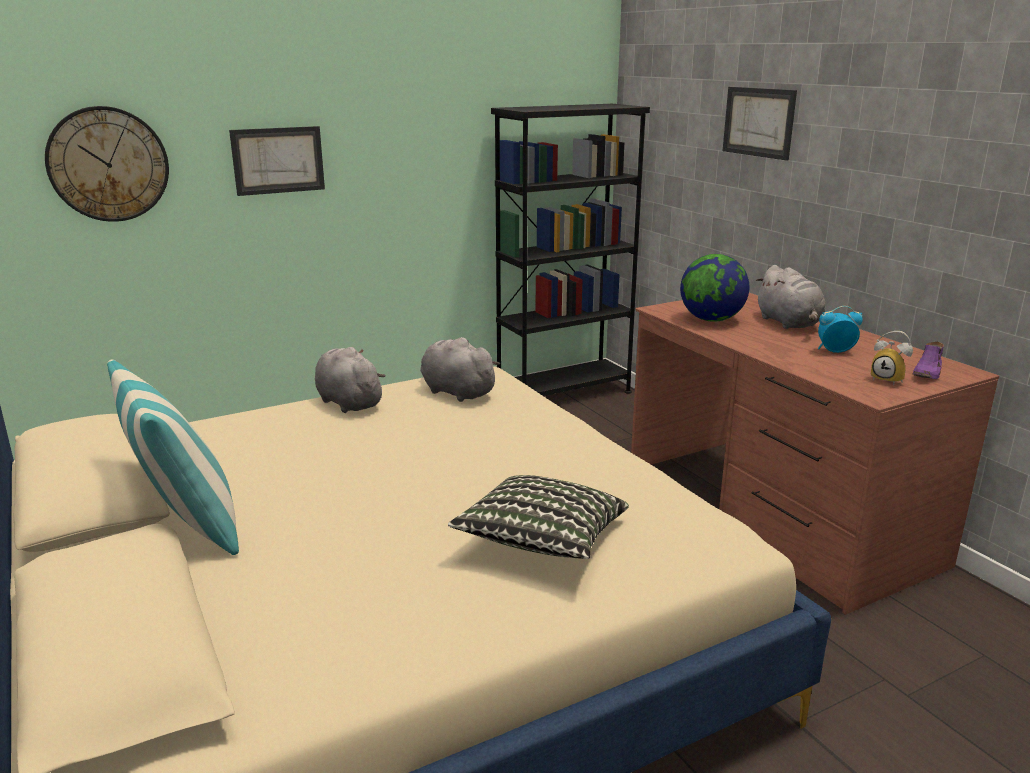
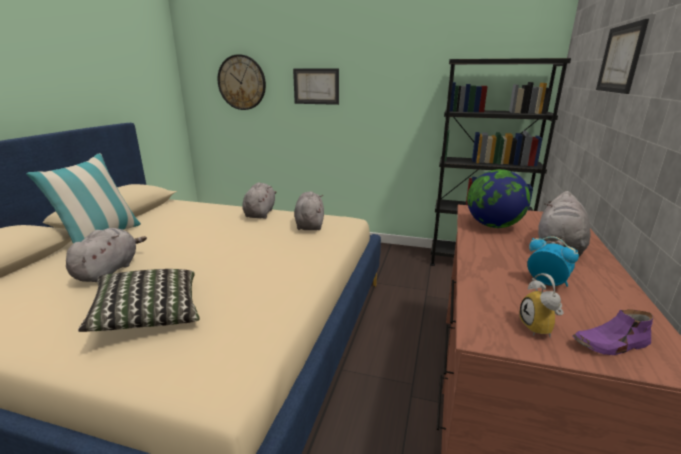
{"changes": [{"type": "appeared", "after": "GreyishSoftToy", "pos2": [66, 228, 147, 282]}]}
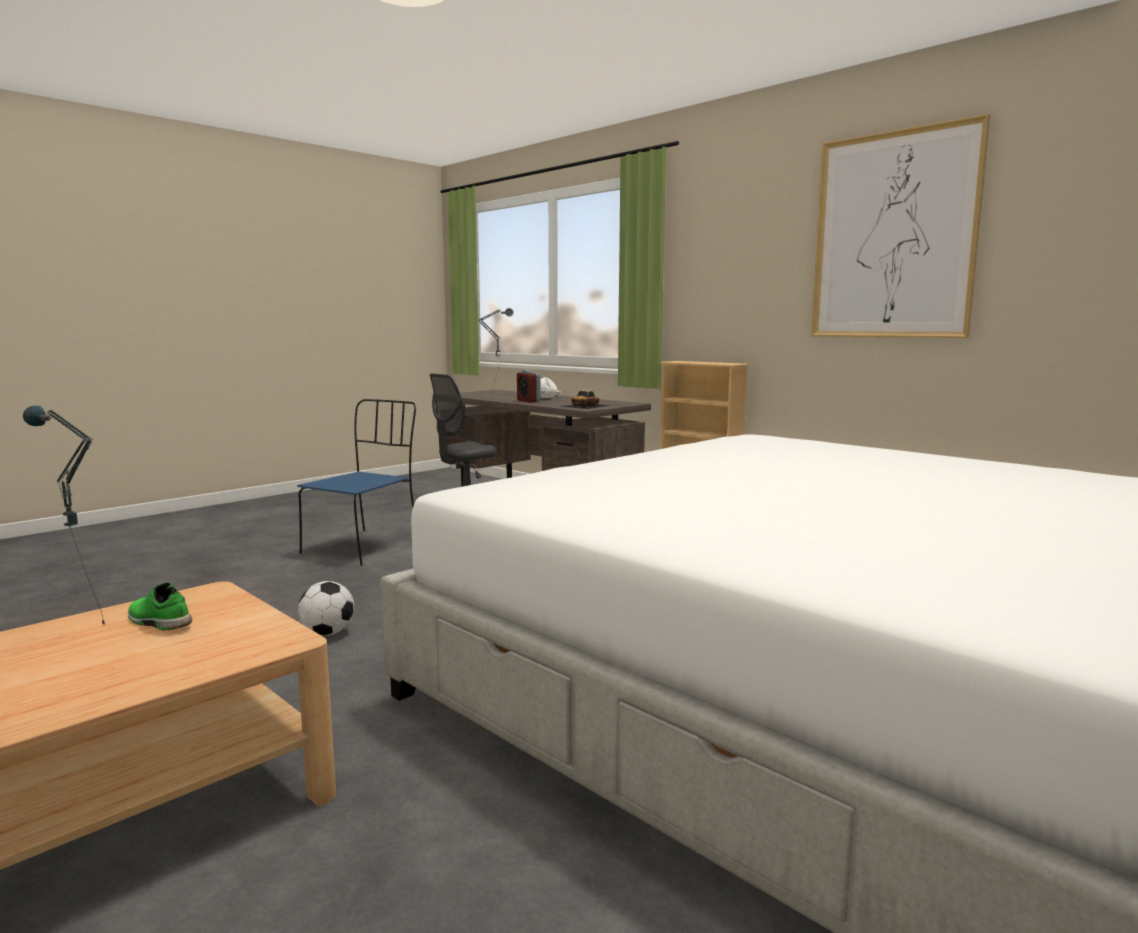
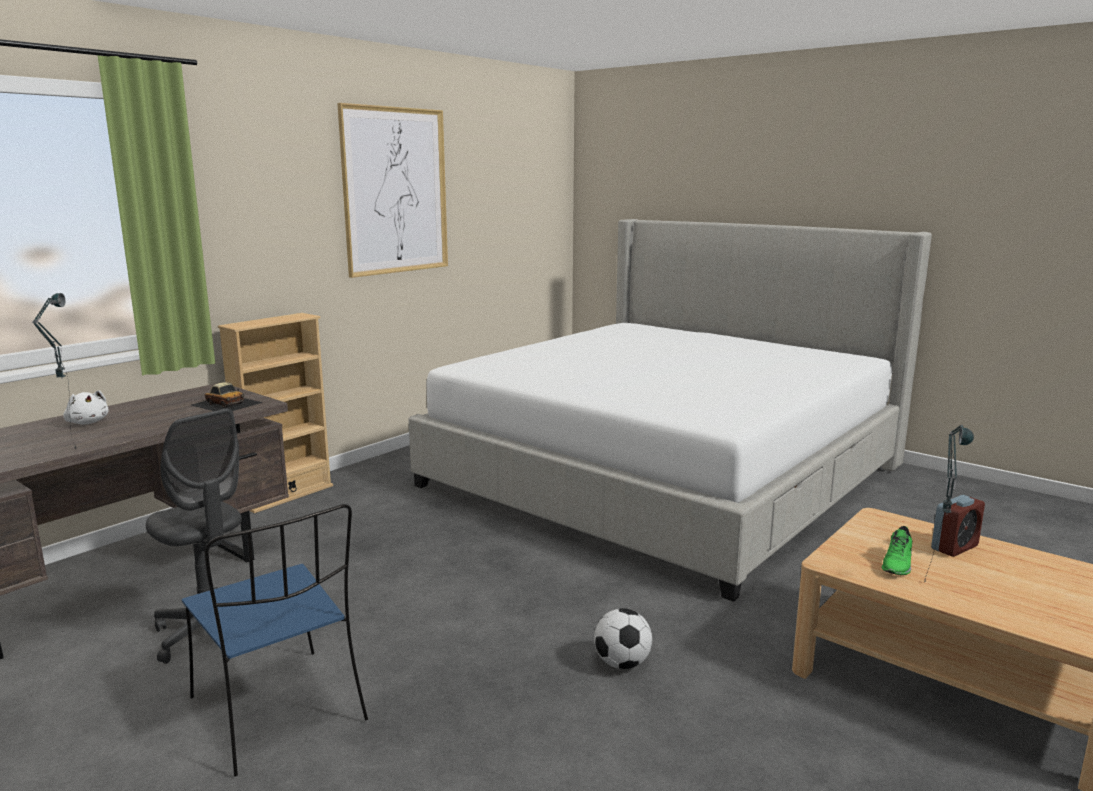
{"changes": [{"type": "spun", "before": "BluishChair", "pos1": [297, 399, 416, 566], "pos2": [182, 504, 368, 776], "turn": -150}, {"type": "relocated", "before": "TableClock", "pos1": [517, 370, 541, 403], "pos2": [931, 495, 985, 557]}]}
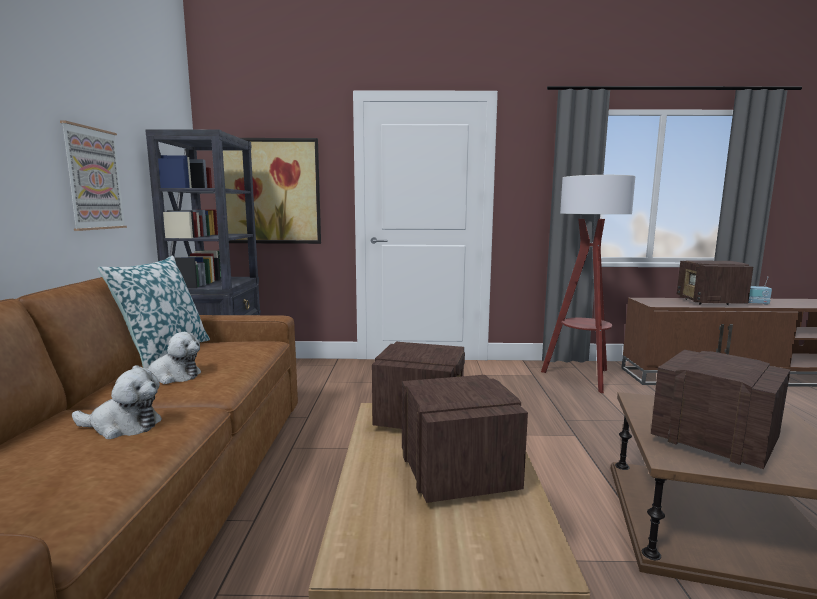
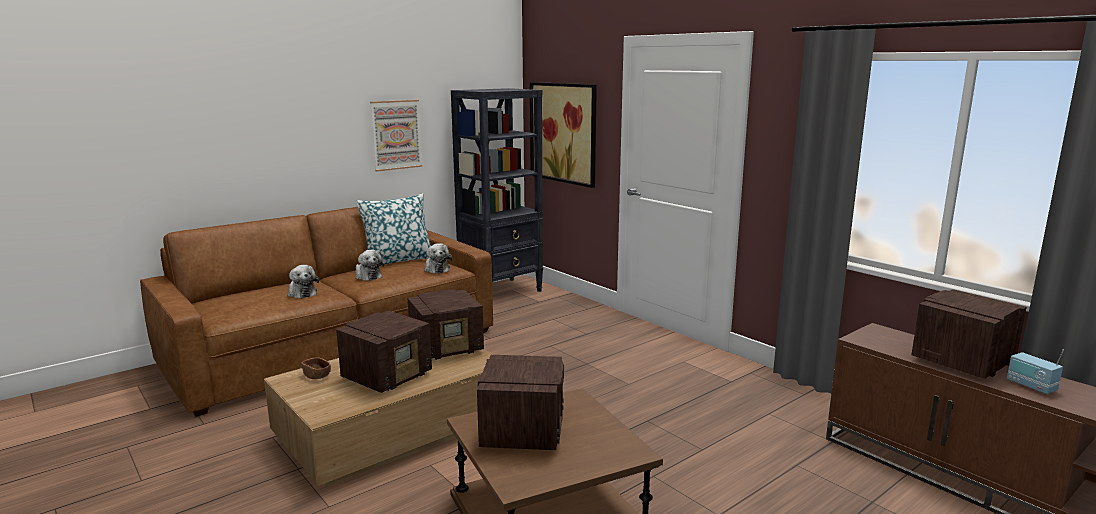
{"changes": [{"type": "appeared", "after": "BrownDeepDish", "pos2": [301, 357, 331, 379]}, {"type": "appeared", "after": "SoftToy", "pos2": [424, 243, 452, 274]}, {"type": "missing", "before": "StandardLamp", "pos1": [541, 175, 635, 393]}]}
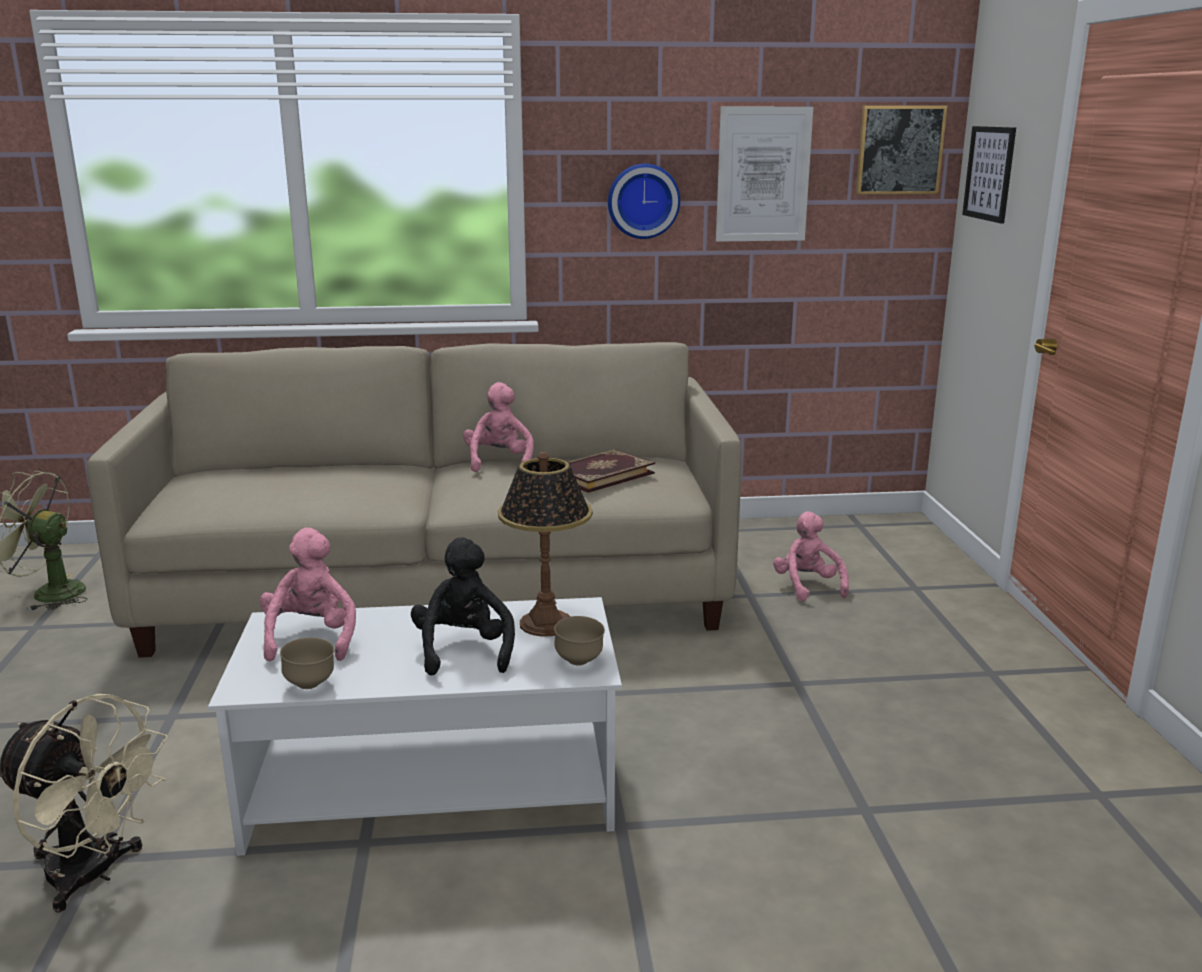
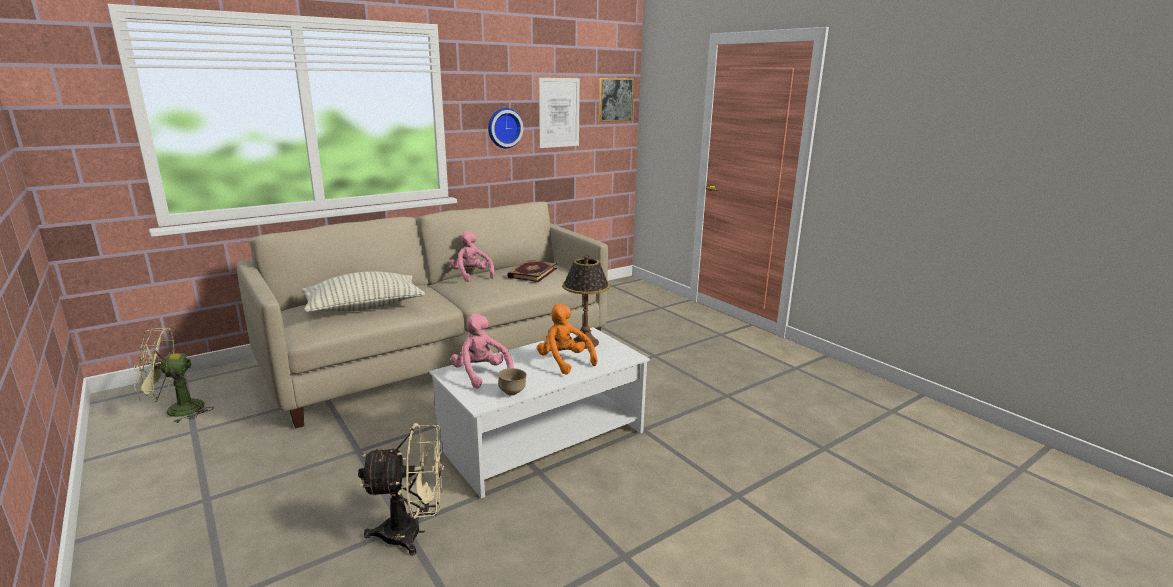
{"changes": [{"type": "appeared", "after": "ThrowPillow", "pos2": [302, 271, 425, 312]}, {"type": "colour", "before": "BlackishSoftToy", "after": "OrangeySoftToy", "pos1": [411, 537, 515, 676], "pos2": [537, 303, 597, 375]}, {"type": "missing", "before": "BrownDeepDish", "pos1": [554, 616, 605, 666]}, {"type": "missing", "before": "PinkishSoftToy", "pos1": [773, 511, 849, 601]}, {"type": "missing", "before": "Picture", "pos1": [962, 126, 1016, 223]}]}
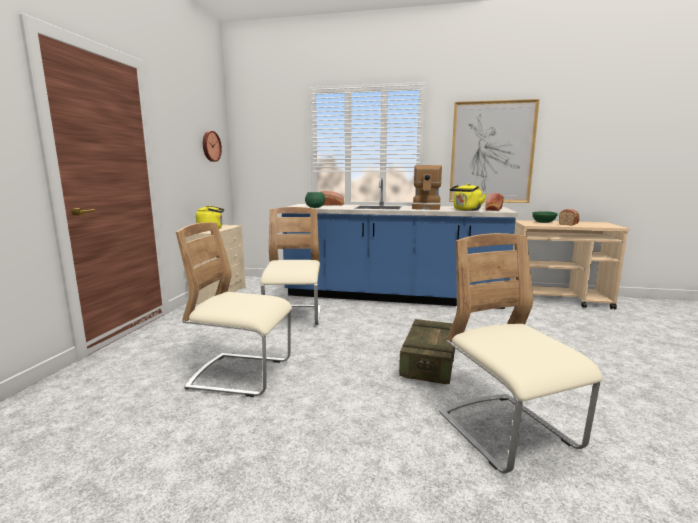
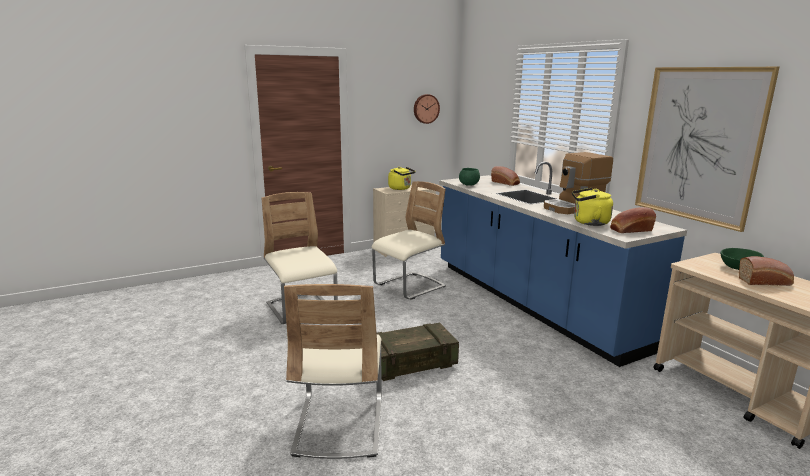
{"changes": [{"type": "spun", "before": "BeigeColouredChair", "pos1": [439, 233, 603, 474], "pos2": [284, 284, 381, 459], "turn": 150}]}
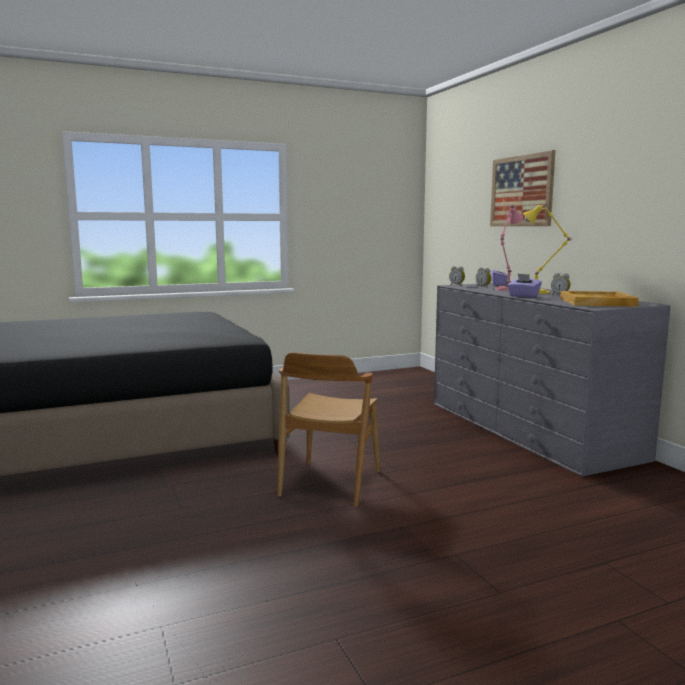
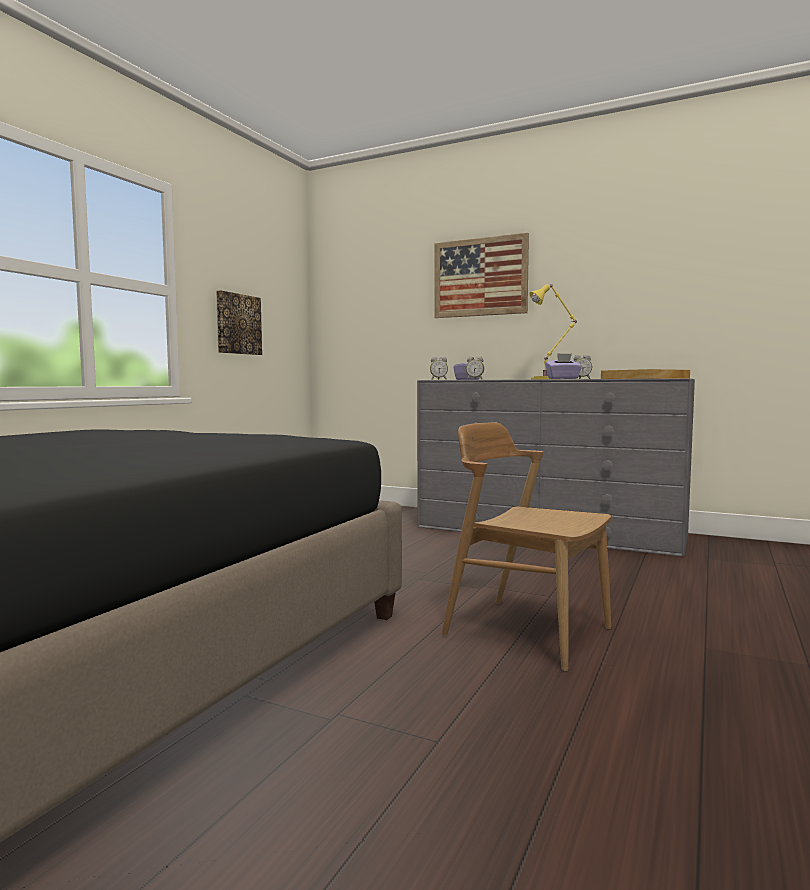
{"changes": [{"type": "appeared", "after": "Picture", "pos2": [216, 290, 262, 355]}, {"type": "spun", "before": "BrownChair", "pos1": [277, 352, 380, 507], "pos2": [442, 422, 611, 671], "turn": 150}, {"type": "missing", "before": "PinkishLampForATable", "pos1": [495, 205, 523, 291]}]}
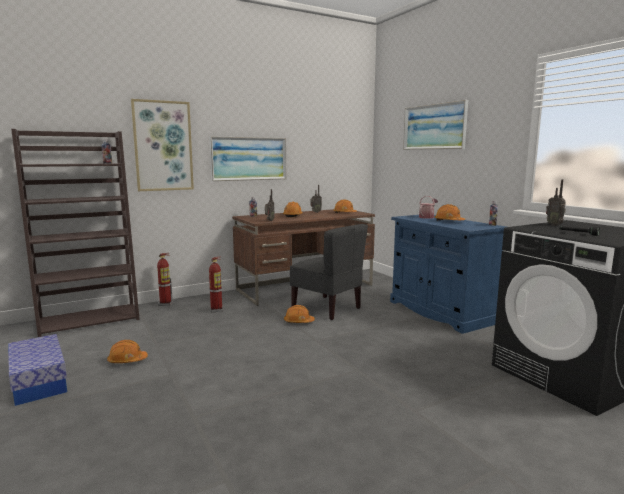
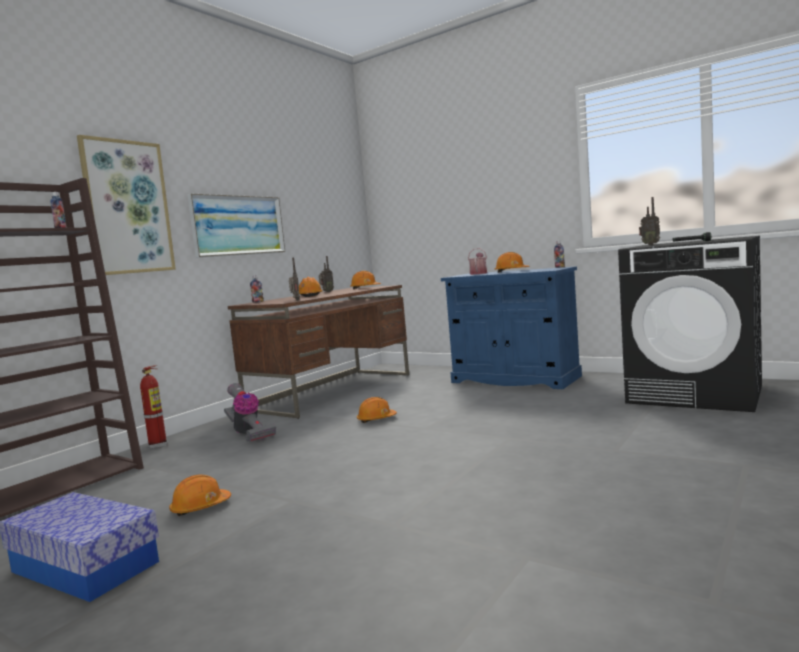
{"changes": [{"type": "exchanged", "before": "FireFightingCylinder", "after": "Vacuum", "pos1": [209, 257, 223, 312], "pos2": [224, 383, 276, 442]}, {"type": "missing", "before": "GreyishChair", "pos1": [290, 224, 368, 320]}, {"type": "missing", "before": "Picture", "pos1": [403, 100, 468, 150]}]}
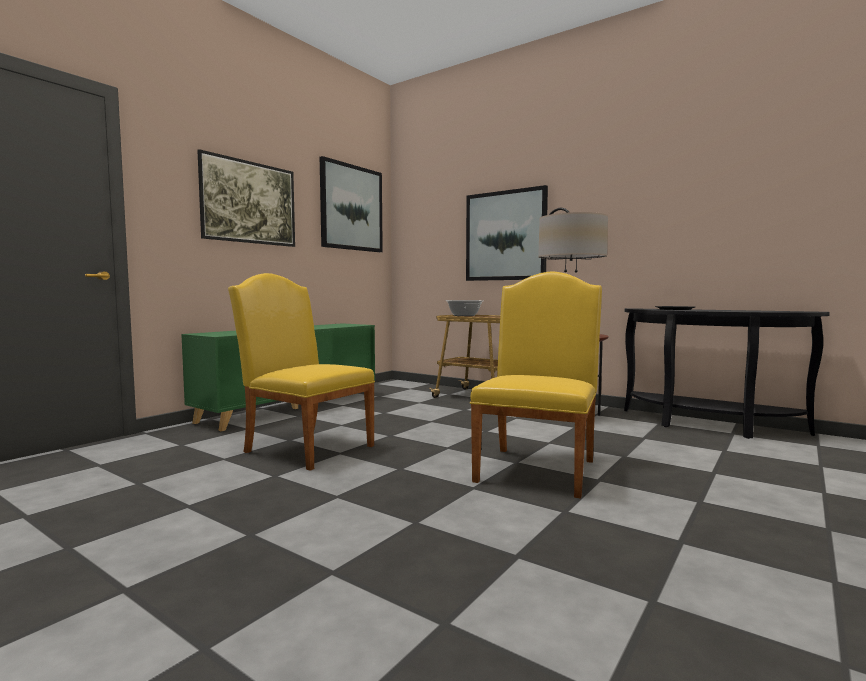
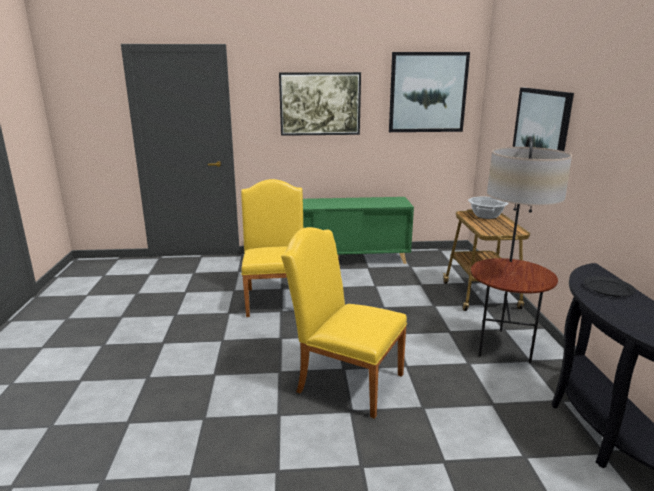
{"changes": [{"type": "spun", "before": "YellowishChair", "pos1": [470, 272, 602, 498], "pos2": [281, 227, 407, 419], "turn": -135}]}
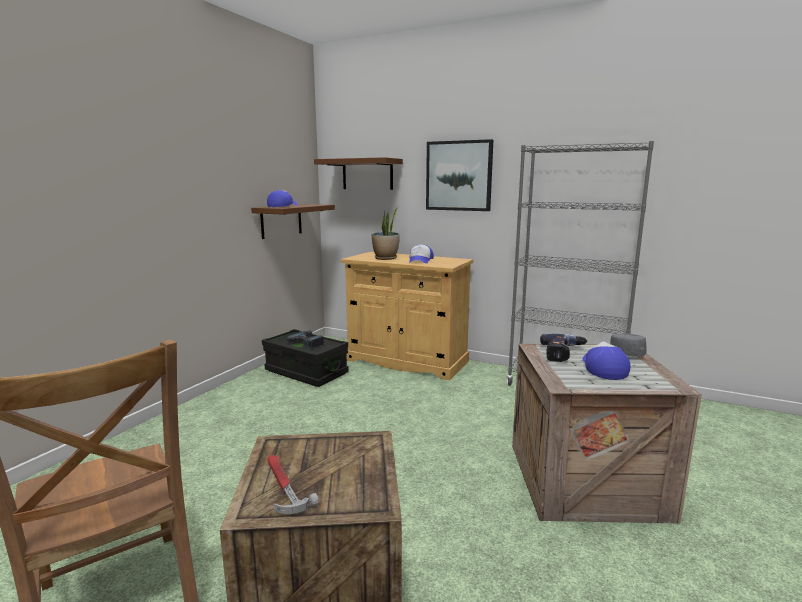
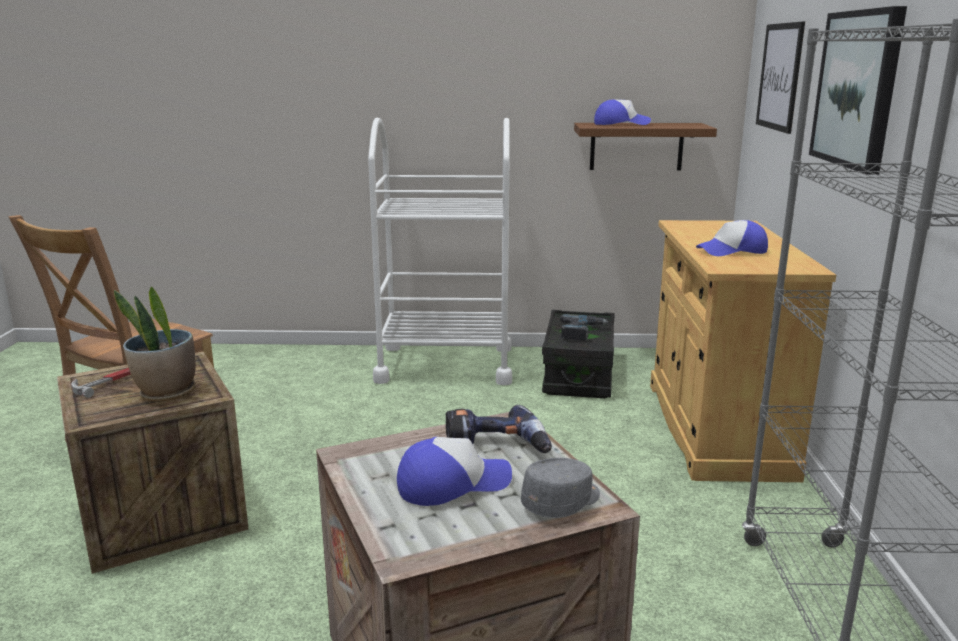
{"changes": [{"type": "relocated", "before": "PlantInAPot", "pos1": [371, 207, 400, 260], "pos2": [114, 287, 196, 402]}, {"type": "appeared", "after": "WhiteWheeledCart", "pos2": [368, 118, 512, 385]}, {"type": "exchanged", "before": "BrownWallShelf", "after": "Picture", "pos1": [314, 157, 403, 190], "pos2": [756, 22, 805, 134]}]}
